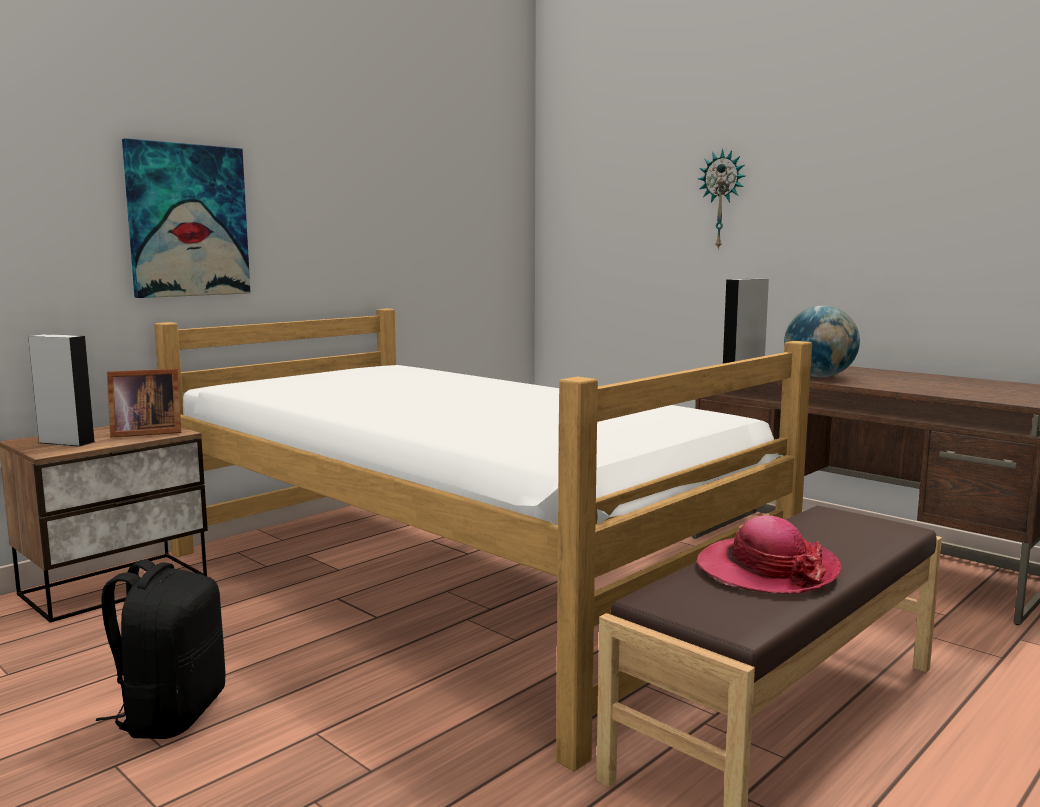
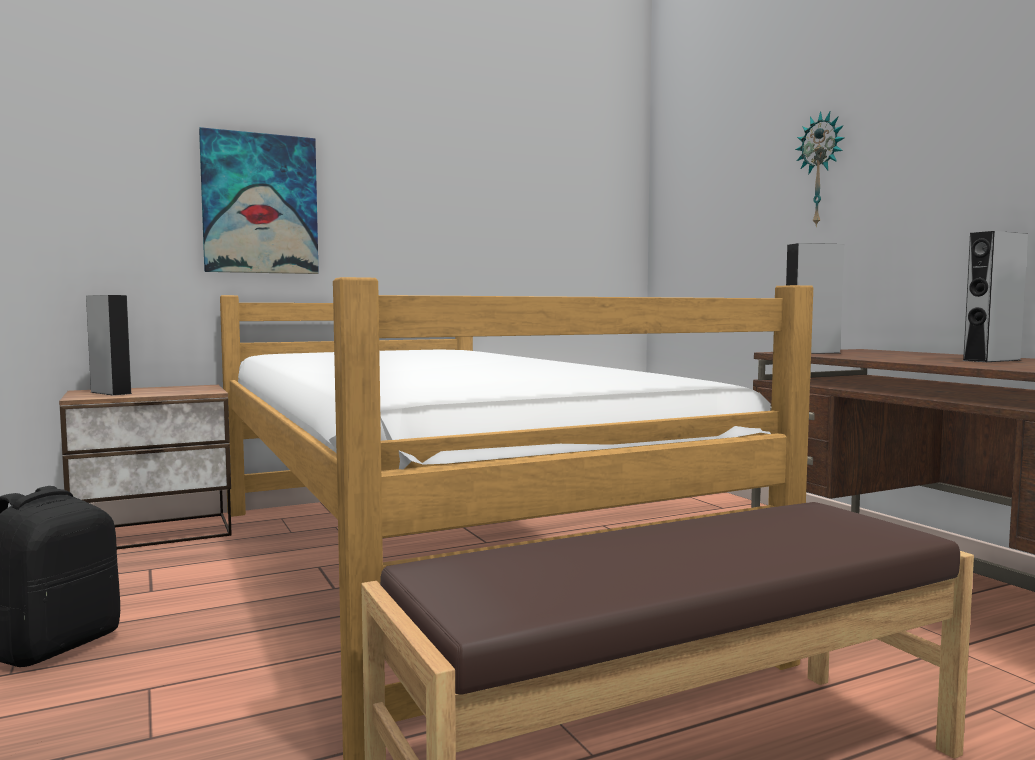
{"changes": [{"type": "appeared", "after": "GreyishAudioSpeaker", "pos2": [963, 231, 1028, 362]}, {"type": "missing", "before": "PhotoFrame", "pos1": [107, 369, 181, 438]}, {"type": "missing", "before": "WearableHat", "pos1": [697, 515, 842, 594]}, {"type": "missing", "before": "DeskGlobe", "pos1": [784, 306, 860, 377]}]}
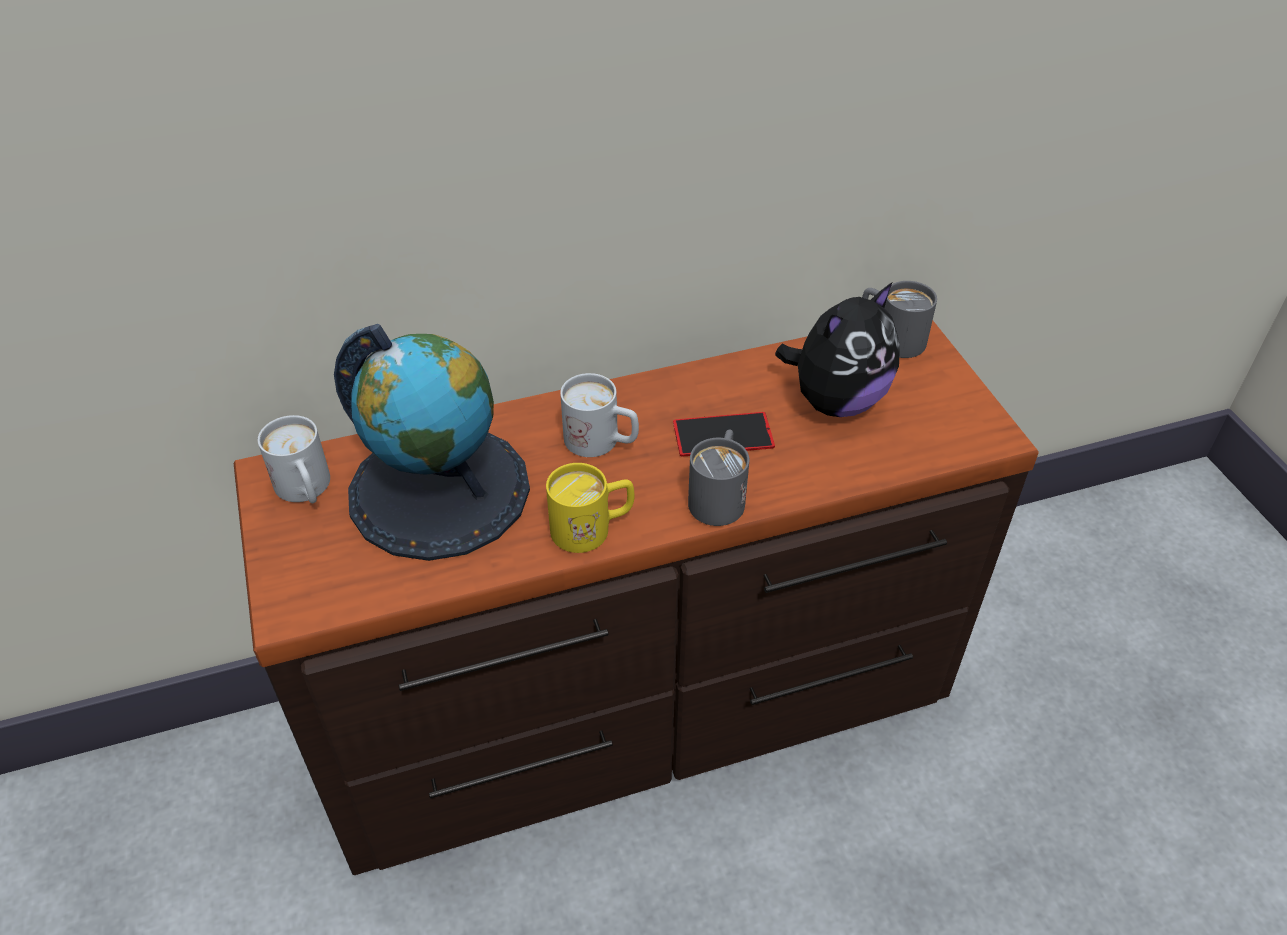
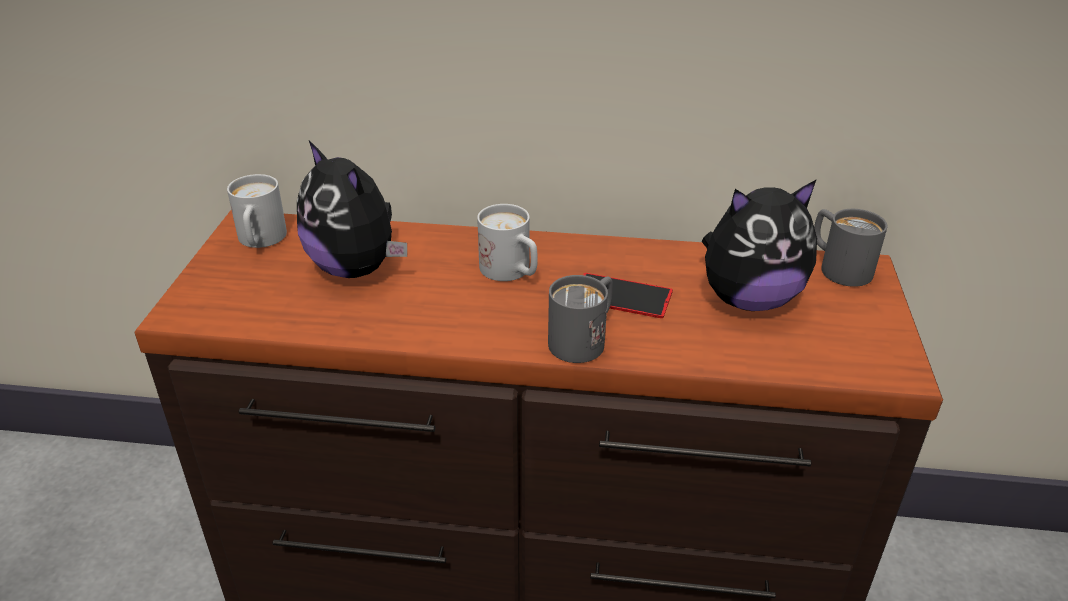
{"changes": [{"type": "exchanged", "before": "DeskGlobe", "after": "SoftToy", "pos1": [334, 324, 530, 561], "pos2": [297, 141, 407, 278]}, {"type": "missing", "before": "YellowishCoffeeMug", "pos1": [546, 463, 635, 553]}]}
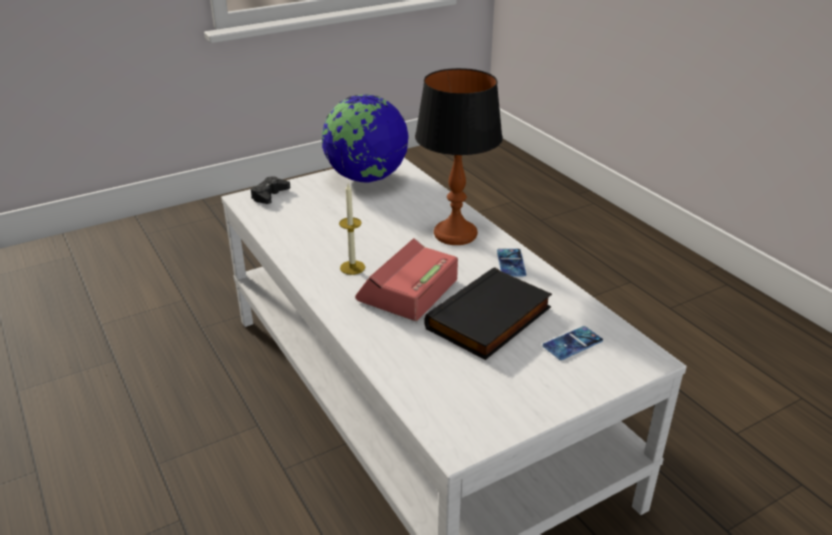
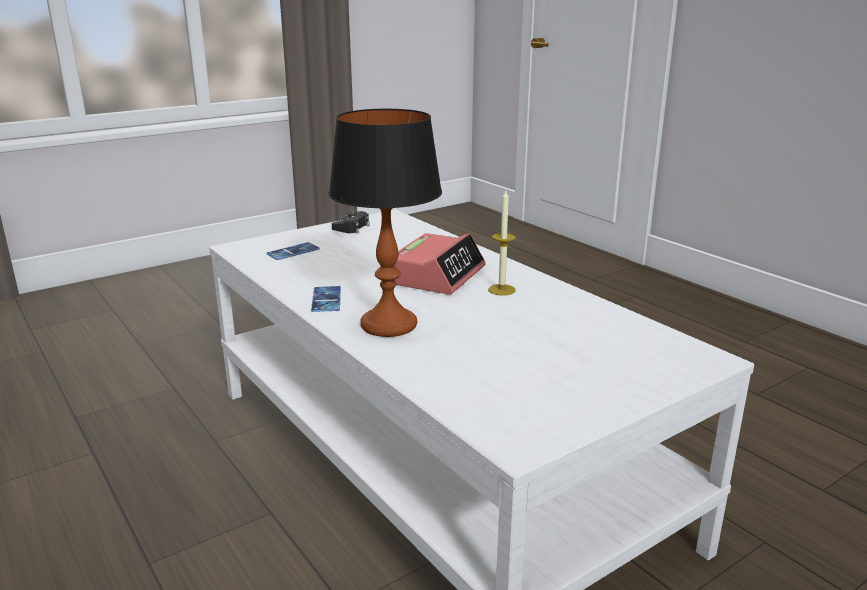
{"changes": [{"type": "relocated", "before": "BlackishJoypad", "pos1": [251, 176, 290, 204], "pos2": [332, 211, 370, 233]}, {"type": "missing", "before": "DeskGlobe", "pos1": [322, 95, 409, 183]}, {"type": "missing", "before": "BlackishVolume", "pos1": [425, 267, 552, 360]}]}
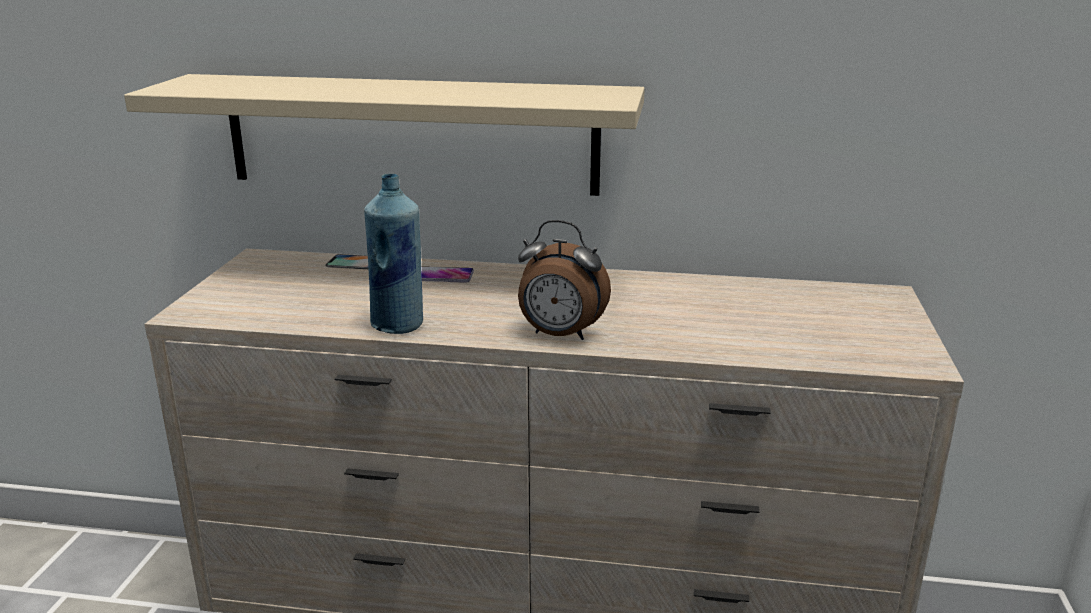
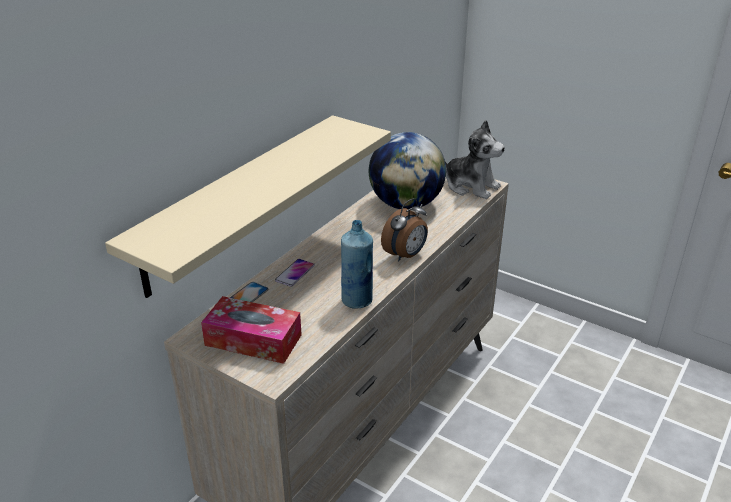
{"changes": [{"type": "appeared", "after": "TissueBox", "pos2": [201, 296, 302, 364]}, {"type": "appeared", "after": "DeskGlobe", "pos2": [369, 132, 446, 209]}, {"type": "appeared", "after": "SoftToy", "pos2": [445, 120, 505, 199]}]}
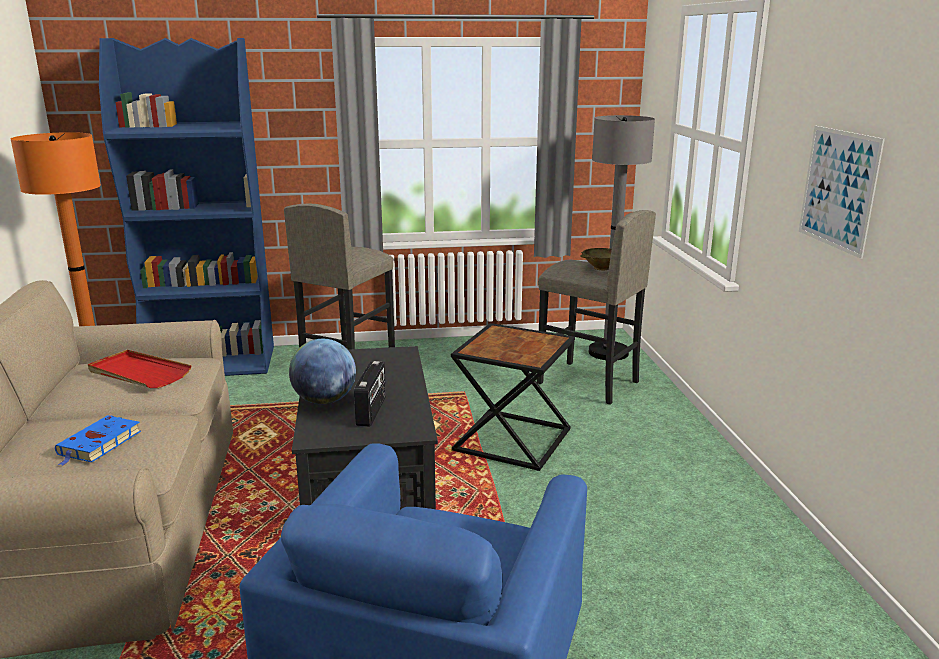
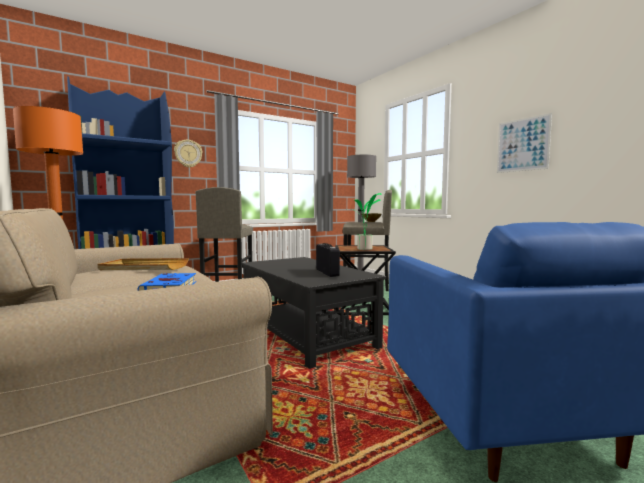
{"changes": [{"type": "colour", "before": "ReddishServingTray", "after": "BeigeColouredServingTray", "pos1": [88, 350, 192, 388], "pos2": [97, 258, 189, 270]}, {"type": "appeared", "after": "HangingClock", "pos2": [174, 140, 203, 168]}, {"type": "appeared", "after": "PlantInAPot", "pos2": [352, 193, 382, 250]}, {"type": "missing", "before": "DeskGlobe", "pos1": [289, 339, 356, 405]}]}
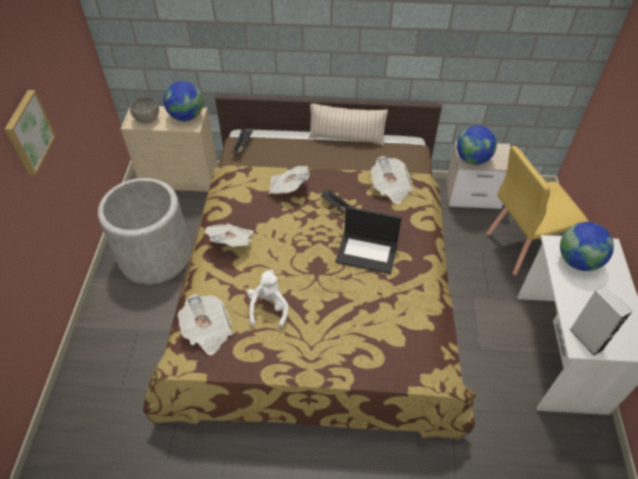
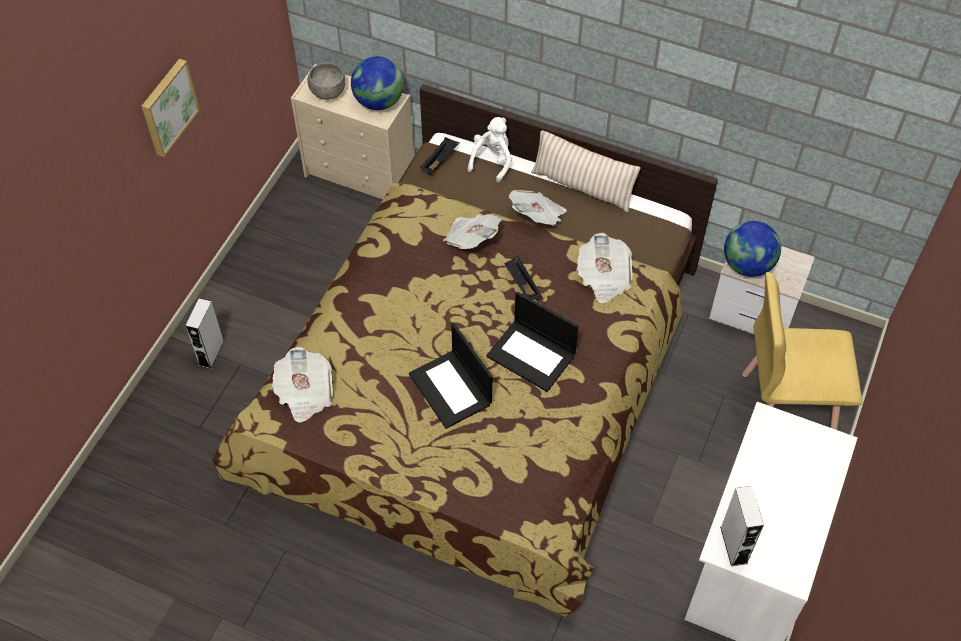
{"changes": [{"type": "appeared", "after": "GreyishAudioSpeaker", "pos2": [185, 298, 224, 369]}, {"type": "appeared", "after": "NotebookComputer", "pos2": [409, 323, 492, 429]}, {"type": "relocated", "before": "WhiteSoftToy", "pos1": [247, 269, 288, 328], "pos2": [468, 117, 511, 183]}, {"type": "relocated", "before": "DailyPaper", "pos1": [205, 223, 254, 247], "pos2": [509, 190, 567, 225]}, {"type": "missing", "before": "GreyishFlowerPot", "pos1": [98, 178, 191, 284]}, {"type": "missing", "before": "DeskGlobe", "pos1": [560, 222, 614, 271]}]}
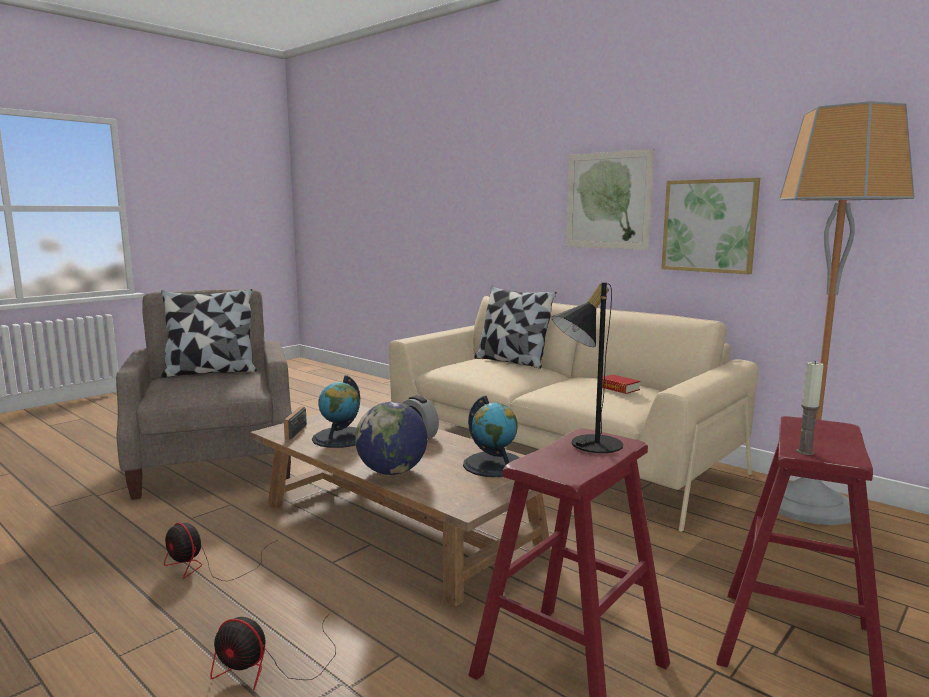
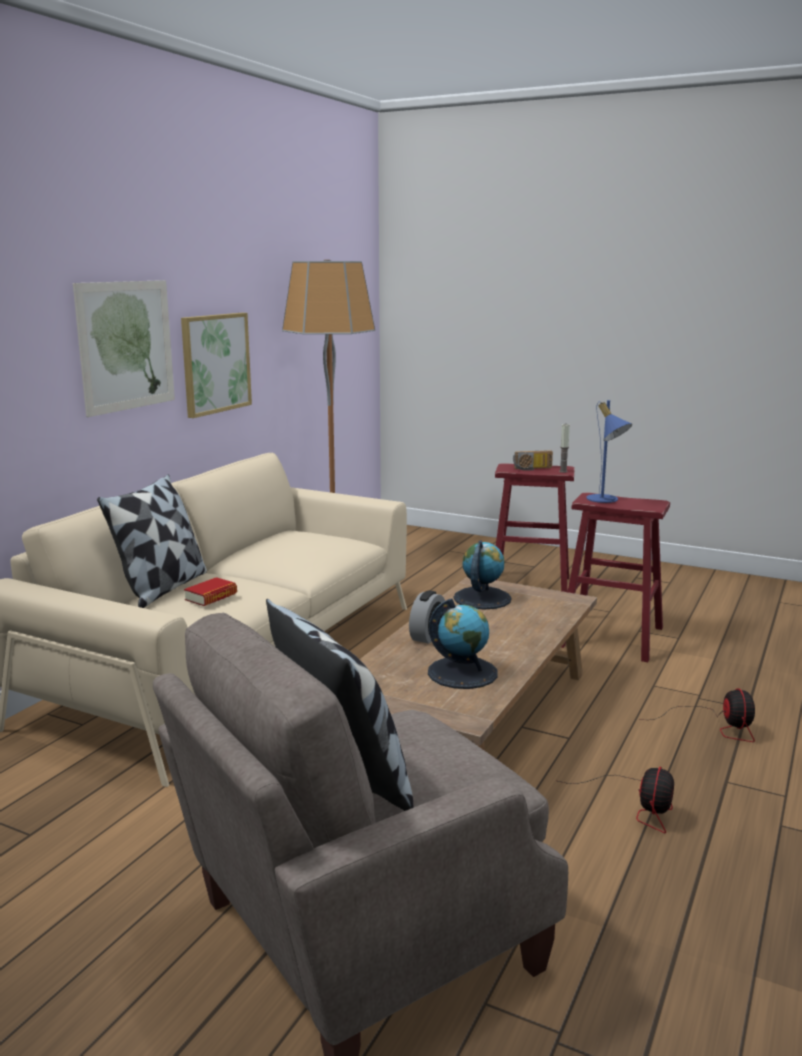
{"changes": [{"type": "relocated", "before": "Volume", "pos1": [602, 375, 640, 394], "pos2": [184, 577, 237, 606]}, {"type": "relocated", "before": "RadioReceiver", "pos1": [284, 407, 307, 440], "pos2": [513, 450, 553, 471]}, {"type": "colour", "before": "BlackishLampForATable", "after": "BluishLampForATable", "pos1": [552, 282, 623, 453], "pos2": [586, 400, 632, 503]}, {"type": "missing", "before": "DeskGlobe", "pos1": [355, 402, 428, 475]}]}
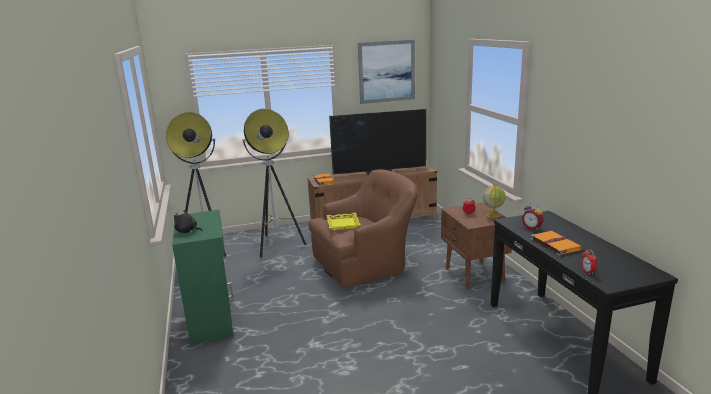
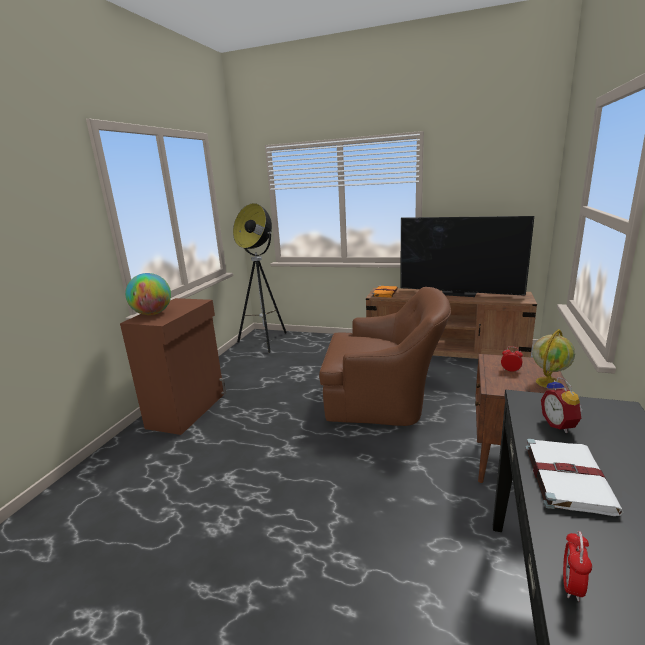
{"changes": [{"type": "colour", "before": "GreenColouredCupboard", "after": "BrownCupboard", "pos1": [172, 210, 233, 345], "pos2": [120, 298, 226, 435]}, {"type": "exchanged", "before": "BlackishSoftToy", "after": "DeskGlobe", "pos1": [174, 210, 202, 233], "pos2": [125, 273, 171, 315]}, {"type": "colour", "before": "OrangeyVolume", "after": "WhiteVolume", "pos1": [530, 231, 583, 256], "pos2": [525, 439, 623, 516]}, {"type": "missing", "before": "StandardLamp", "pos1": [243, 109, 306, 258]}, {"type": "missing", "before": "YellowishServingTray", "pos1": [326, 213, 360, 230]}, {"type": "missing", "before": "Picture", "pos1": [358, 40, 415, 104]}]}
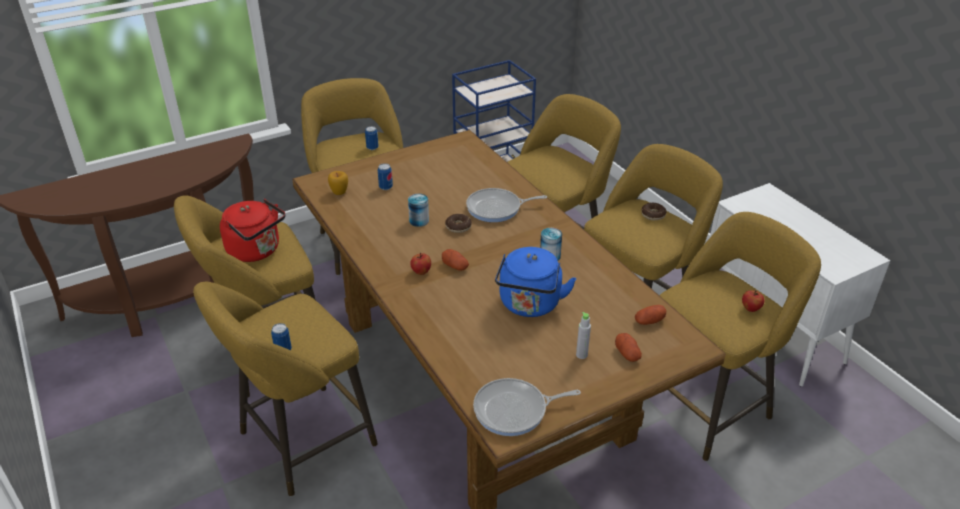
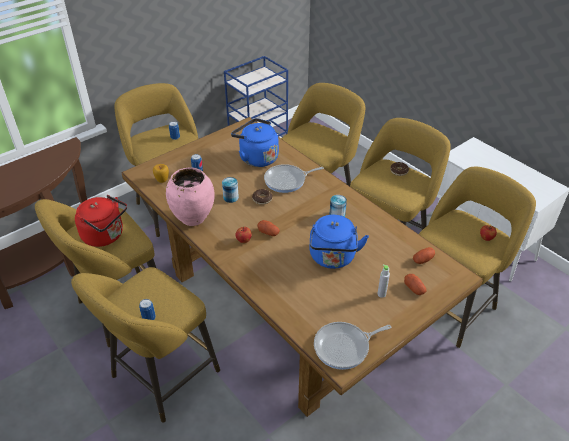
{"changes": [{"type": "appeared", "after": "PinkishFlowerVase", "pos2": [166, 167, 215, 226]}, {"type": "appeared", "after": "BluishWaterKettle", "pos2": [231, 118, 279, 167]}]}
